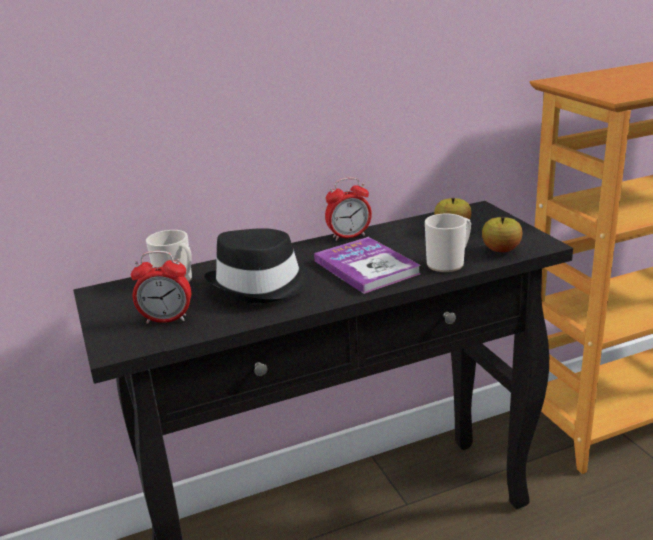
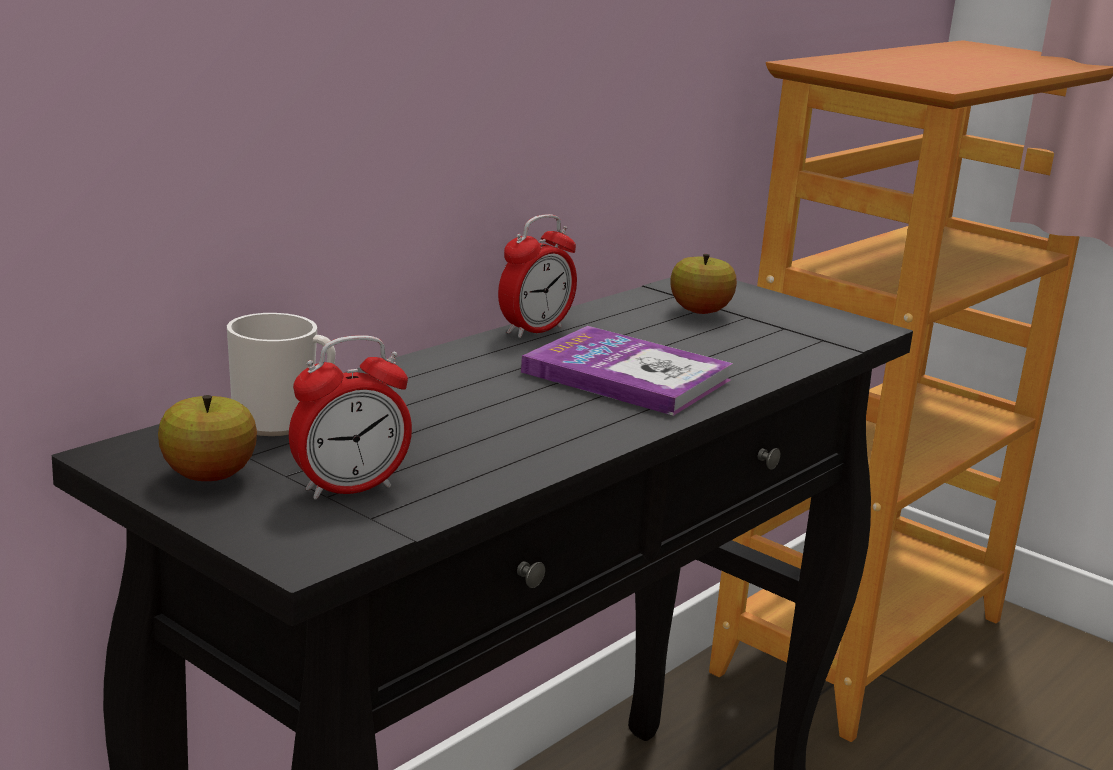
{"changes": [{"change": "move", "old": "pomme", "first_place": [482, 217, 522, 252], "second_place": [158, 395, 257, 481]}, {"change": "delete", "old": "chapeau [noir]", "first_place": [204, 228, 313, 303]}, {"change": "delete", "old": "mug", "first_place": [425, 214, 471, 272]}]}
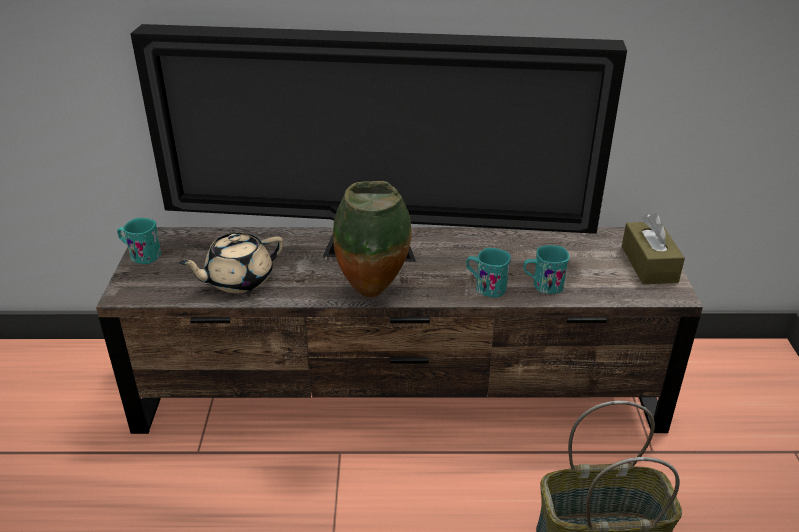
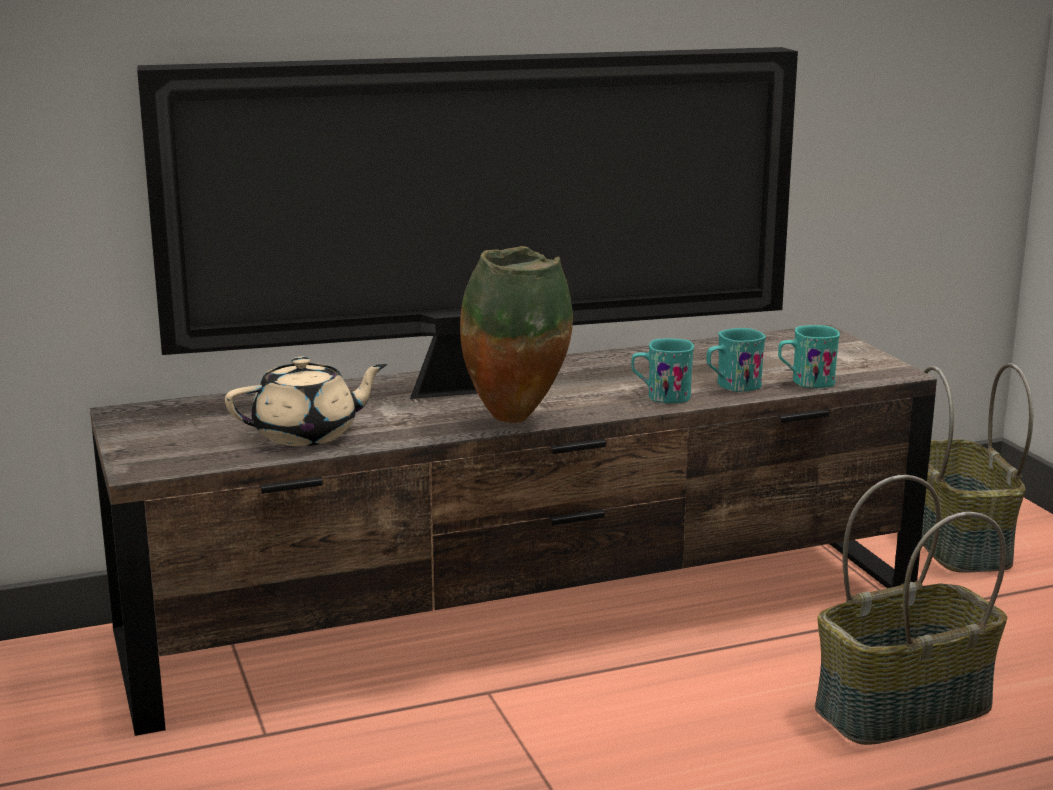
{"changes": [{"change": "rotate", "old": "théière [beige]", "first_place": [179, 233, 284, 293], "second_place": [225, 357, 387, 446], "degrees": -150}, {"change": "move", "old": "mug [turquoise]", "first_place": [117, 218, 161, 264], "second_place": [778, 325, 840, 388]}, {"change": "insert", "new": "panier", "second_place": [921, 363, 1033, 573]}, {"change": "delete", "old": "boîte à mouchoirs [marron]", "first_place": [622, 213, 685, 284]}]}
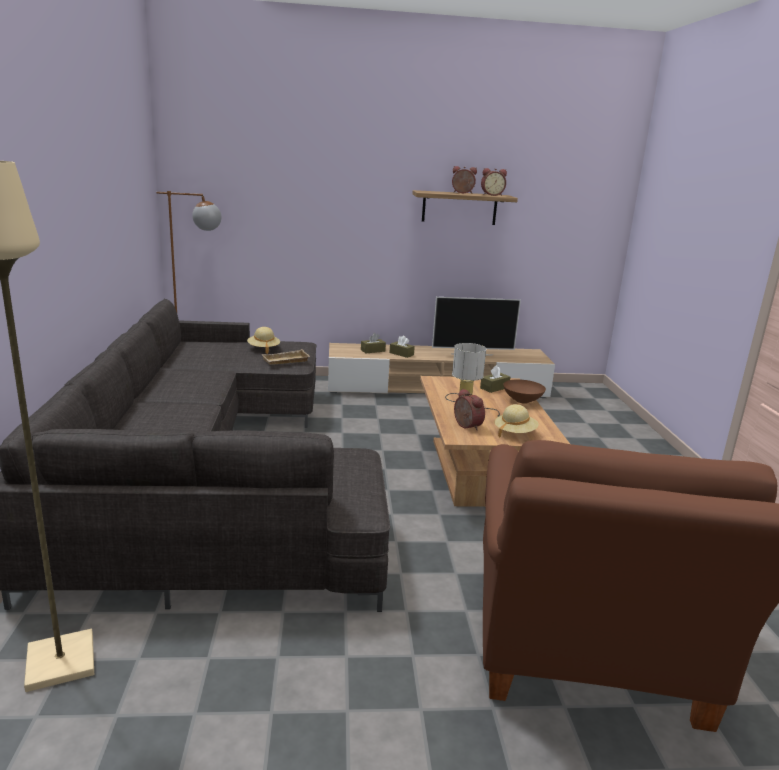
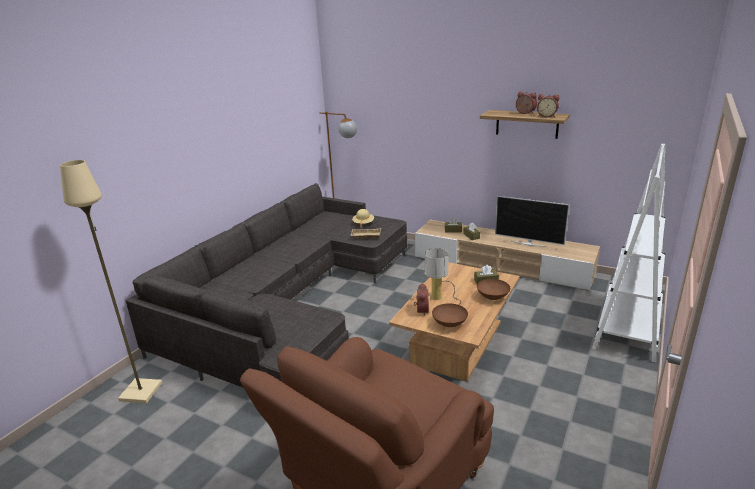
{"changes": [{"change": "replace", "old": "chapeau [beige]", "new": "bol [marron]", "first_place": [494, 404, 539, 437], "second_place": [432, 303, 468, 327]}, {"change": "insert", "new": "bibliothèque [blanc]", "second_place": [592, 144, 666, 362]}]}
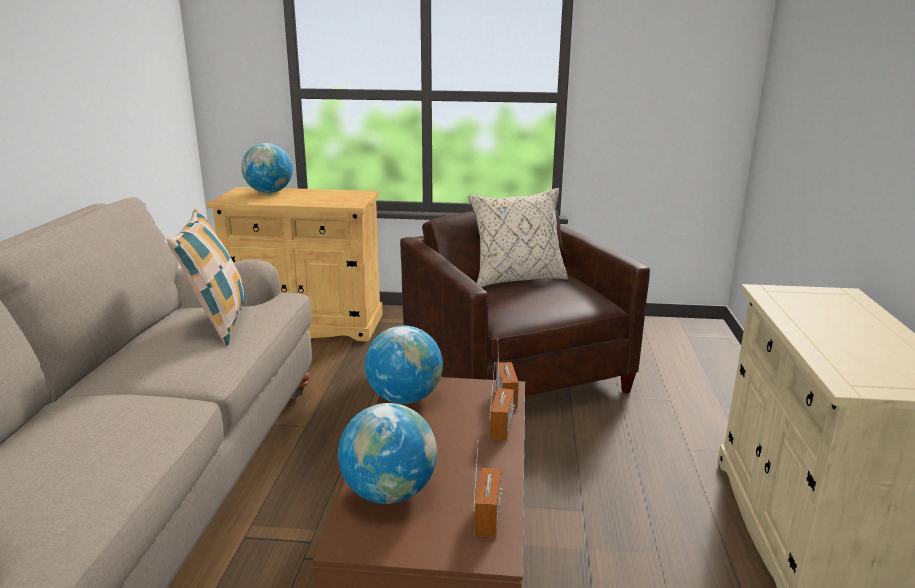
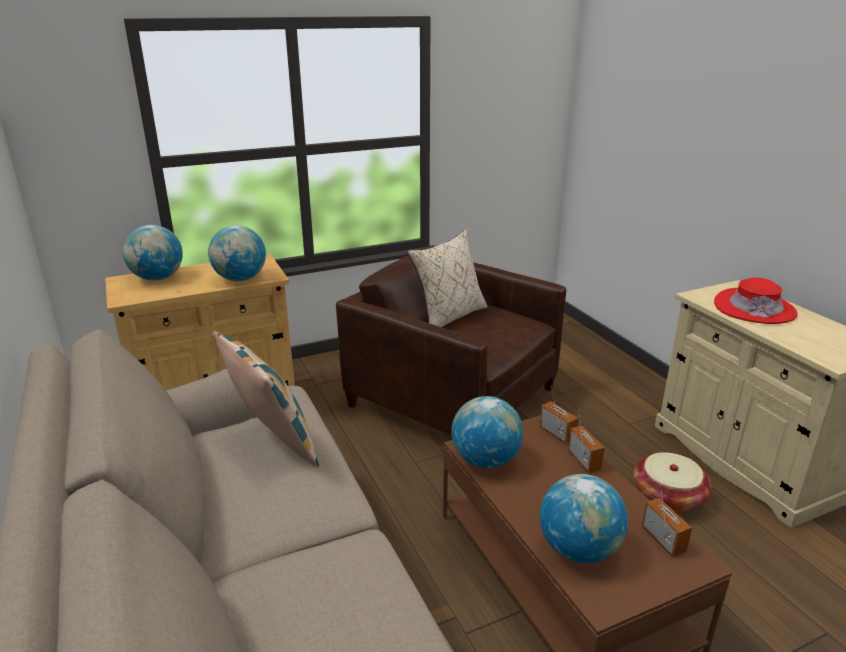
{"changes": [{"change": "insert", "new": "globe", "second_place": [208, 225, 266, 281]}, {"change": "insert", "new": "panier", "second_place": [634, 452, 711, 514]}, {"change": "insert", "new": "chapeau [rouge]", "second_place": [714, 278, 798, 324]}]}
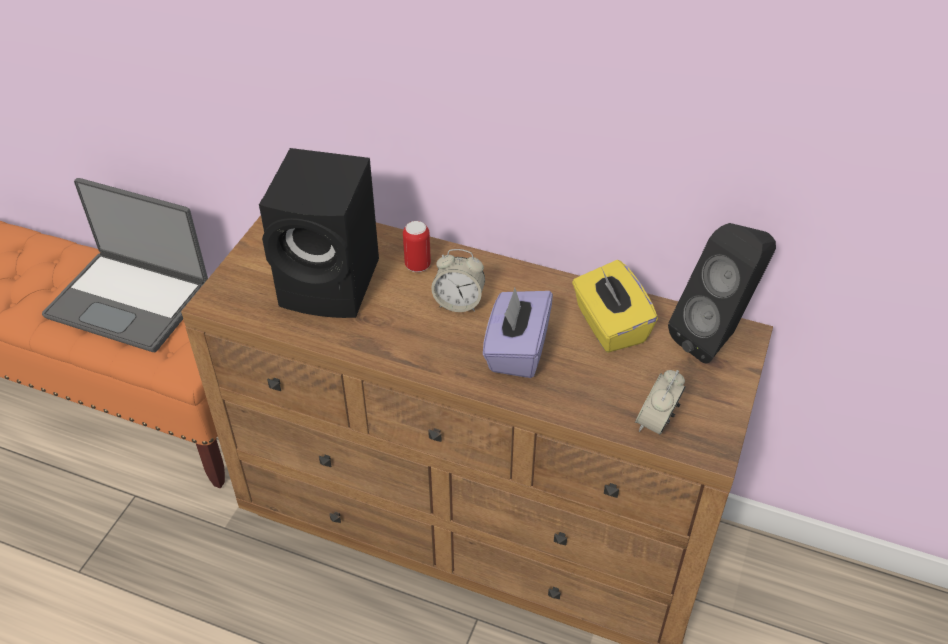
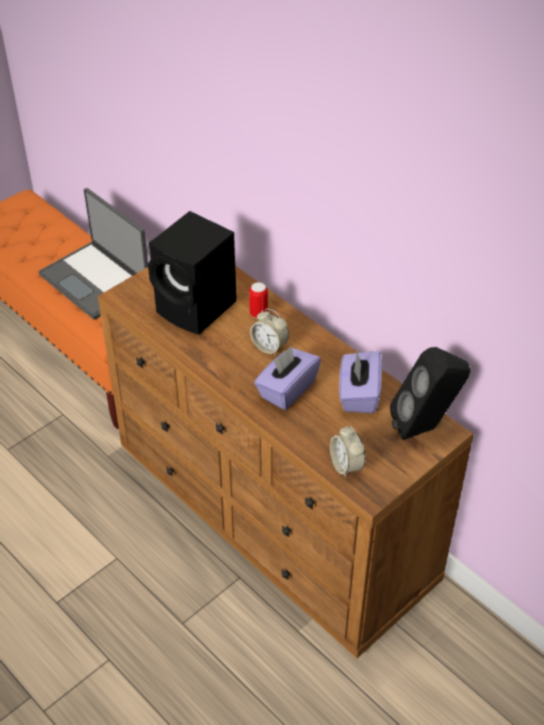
{"changes": [{"change": "rotate", "old": "réveil", "first_place": [635, 370, 686, 435], "second_place": [330, 426, 365, 478], "degrees": -75}, {"change": "recolor", "old": "boîte à mouchoirs [jaune]", "new": "boîte à mouchoirs [violet]", "first_place": [572, 260, 658, 353], "second_place": [339, 351, 382, 413]}]}
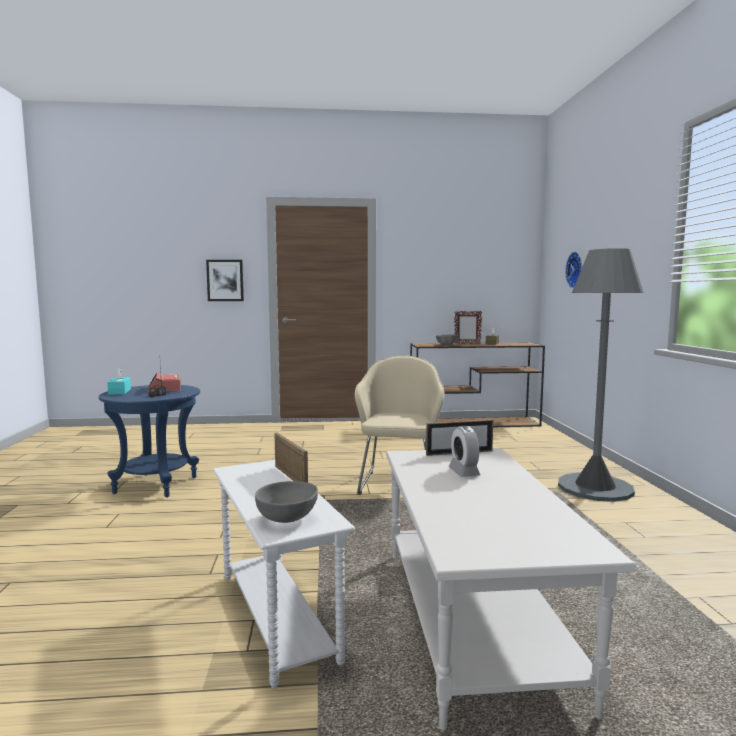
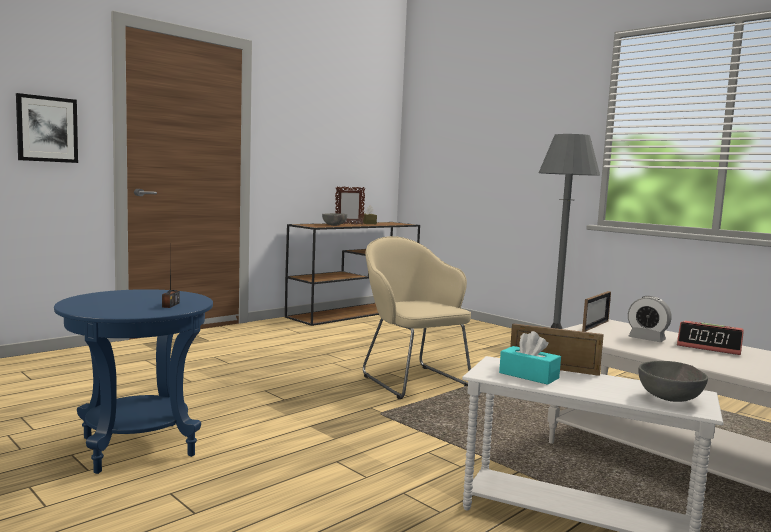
{"changes": [{"change": "move", "old": "boîte à mouchoirs [turquoise]", "first_place": [107, 367, 131, 395], "second_place": [499, 331, 561, 385]}, {"change": "move", "old": "réveil", "first_place": [148, 372, 181, 392], "second_place": [677, 321, 744, 355]}, {"change": "delete", "old": "horloge murale", "first_place": [565, 252, 582, 288]}]}
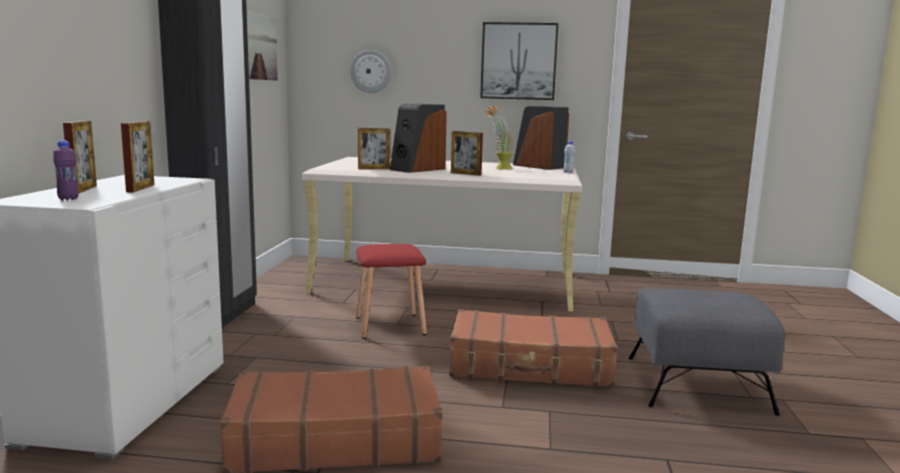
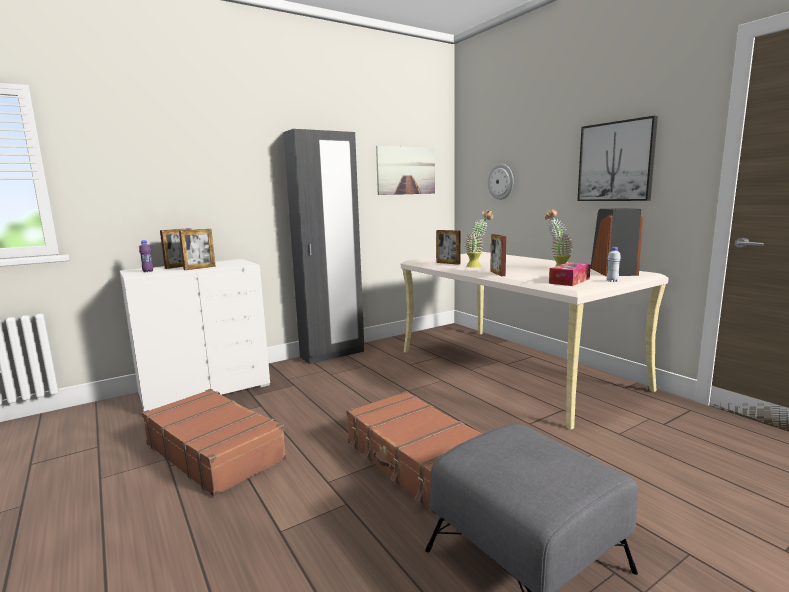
{"changes": [{"change": "replace", "old": "enceinte", "new": "plante en pot", "first_place": [390, 104, 447, 173], "second_place": [465, 210, 493, 268]}, {"change": "insert", "new": "boîte à mouchoirs", "second_place": [549, 263, 591, 286]}, {"change": "delete", "old": "tabouret [rouge]", "first_place": [356, 244, 427, 339]}]}
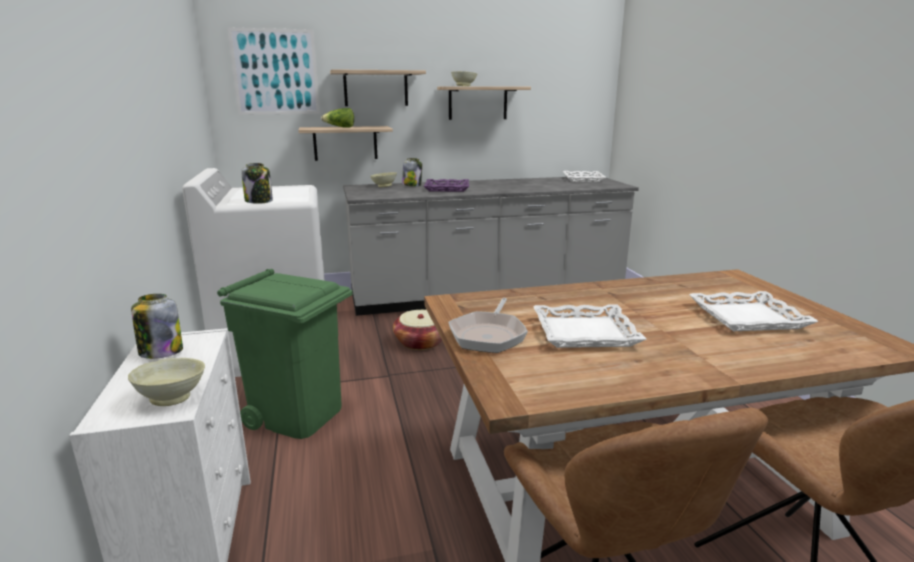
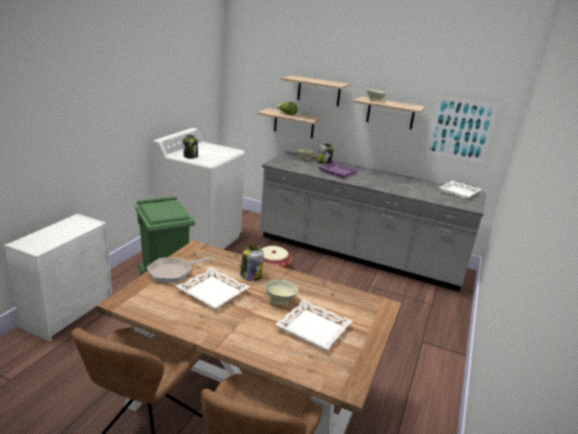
{"changes": [{"change": "move", "old": "bocal", "first_place": [131, 294, 183, 359], "second_place": [240, 245, 264, 281]}, {"change": "move", "old": "bol [beige]", "first_place": [128, 358, 205, 406], "second_place": [265, 279, 298, 305]}, {"change": "move", "old": "tableau", "first_place": [227, 27, 320, 115], "second_place": [425, 96, 500, 164]}]}
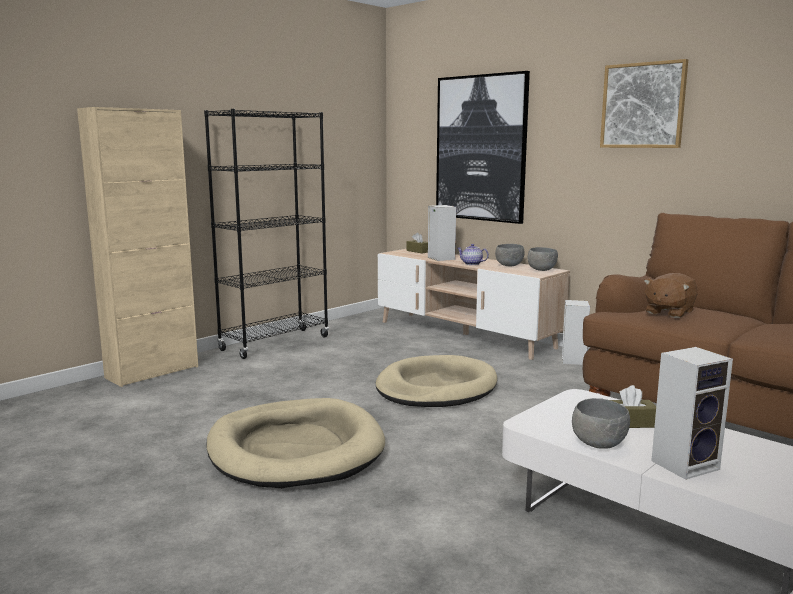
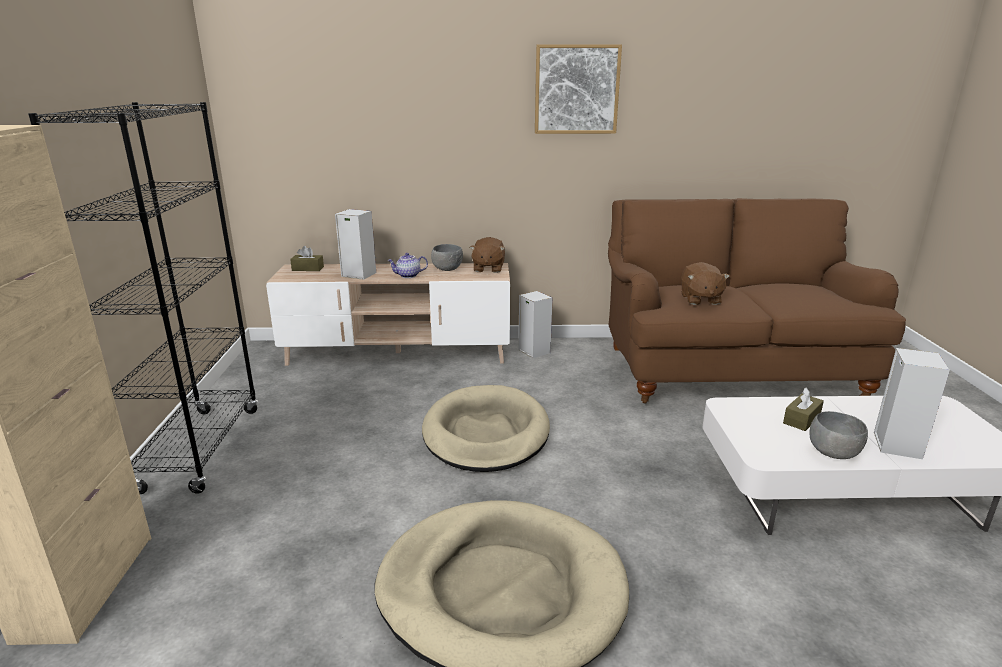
{"changes": [{"change": "replace", "old": "bol [gris]", "new": "peluche [marron]", "first_place": [528, 247, 558, 271], "second_place": [469, 237, 505, 273]}, {"change": "delete", "old": "tableau", "first_place": [436, 71, 530, 224]}]}
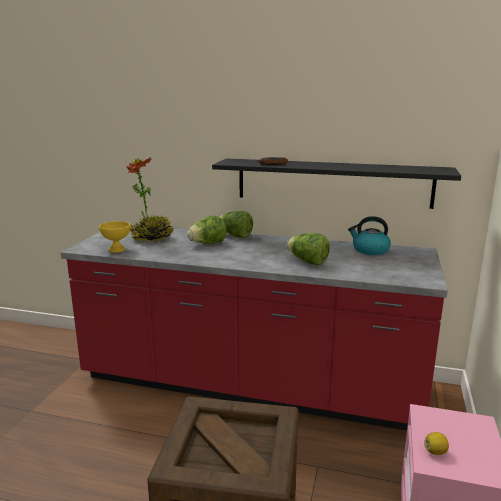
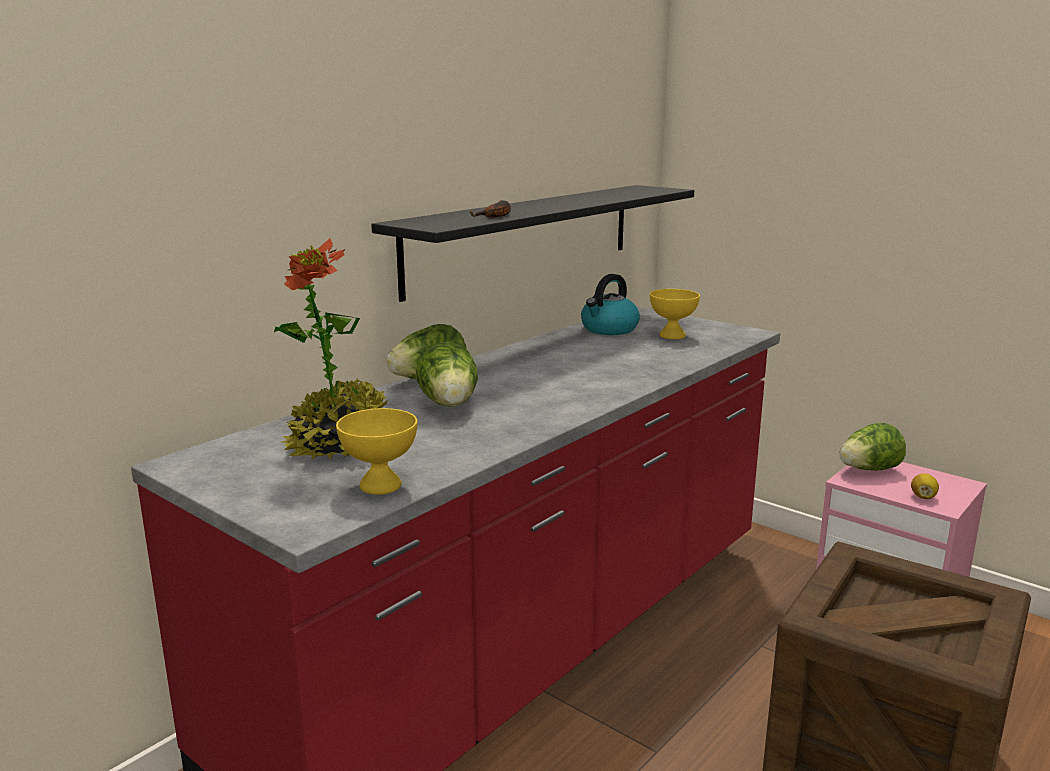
{"changes": [{"change": "insert", "new": "bol [jaune]", "second_place": [650, 289, 700, 339]}, {"change": "move", "old": "laitue", "first_place": [287, 233, 330, 266], "second_place": [840, 423, 906, 471]}]}
